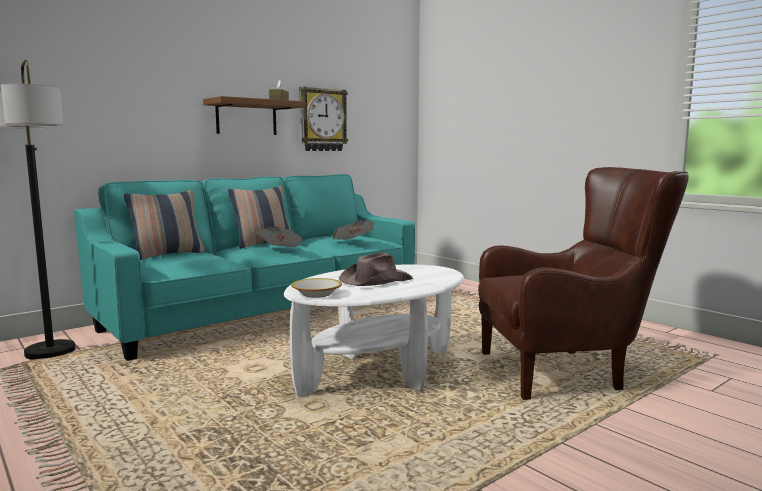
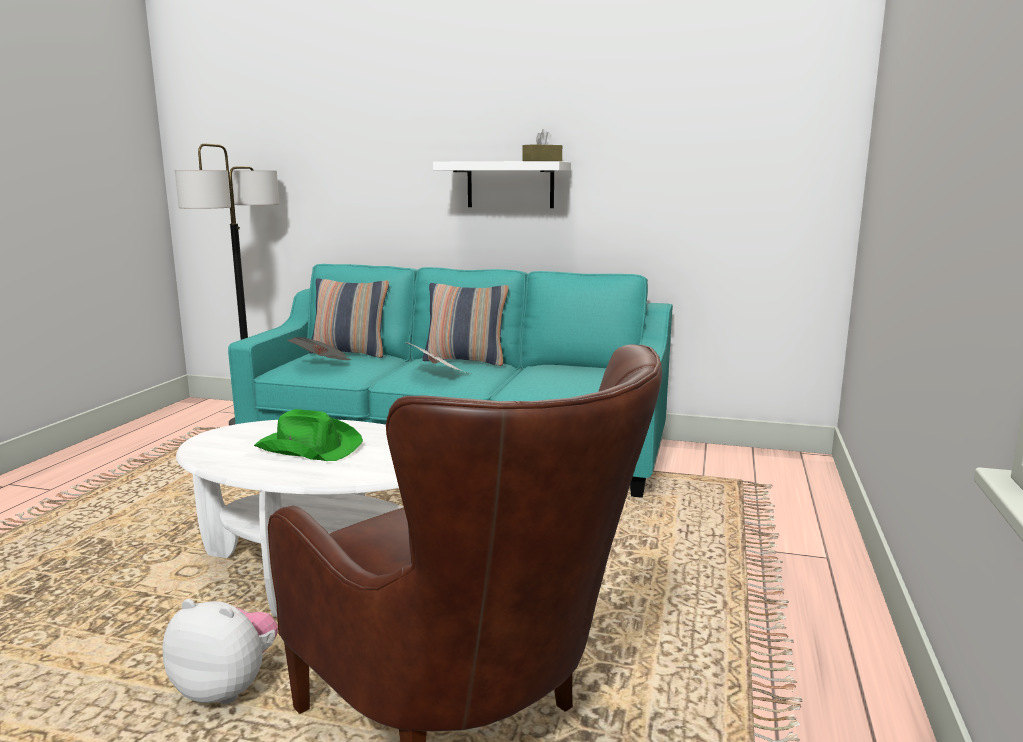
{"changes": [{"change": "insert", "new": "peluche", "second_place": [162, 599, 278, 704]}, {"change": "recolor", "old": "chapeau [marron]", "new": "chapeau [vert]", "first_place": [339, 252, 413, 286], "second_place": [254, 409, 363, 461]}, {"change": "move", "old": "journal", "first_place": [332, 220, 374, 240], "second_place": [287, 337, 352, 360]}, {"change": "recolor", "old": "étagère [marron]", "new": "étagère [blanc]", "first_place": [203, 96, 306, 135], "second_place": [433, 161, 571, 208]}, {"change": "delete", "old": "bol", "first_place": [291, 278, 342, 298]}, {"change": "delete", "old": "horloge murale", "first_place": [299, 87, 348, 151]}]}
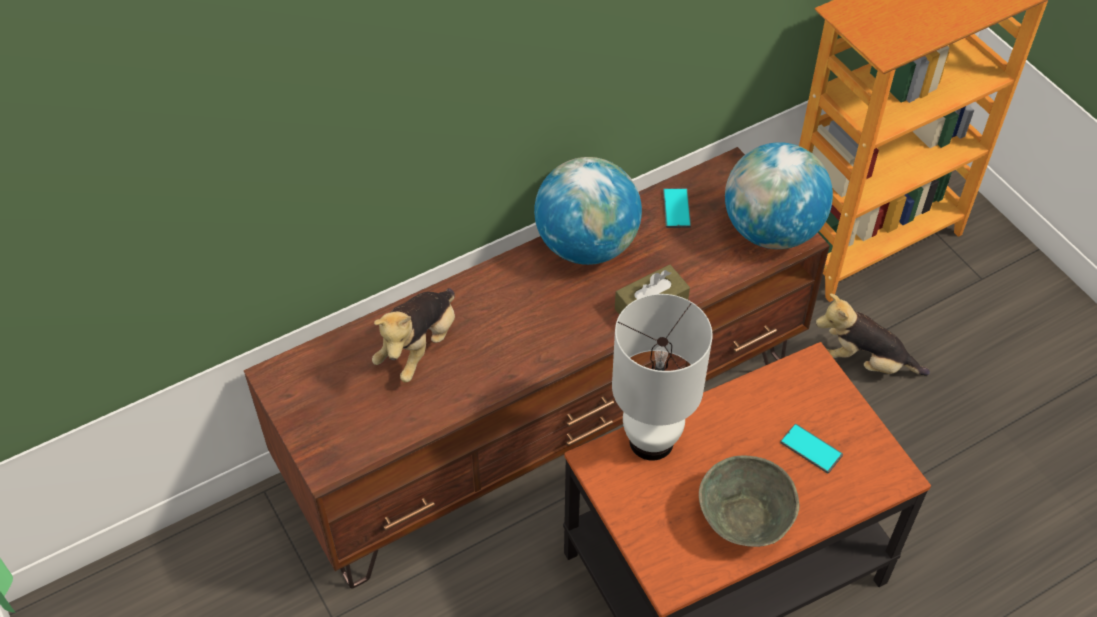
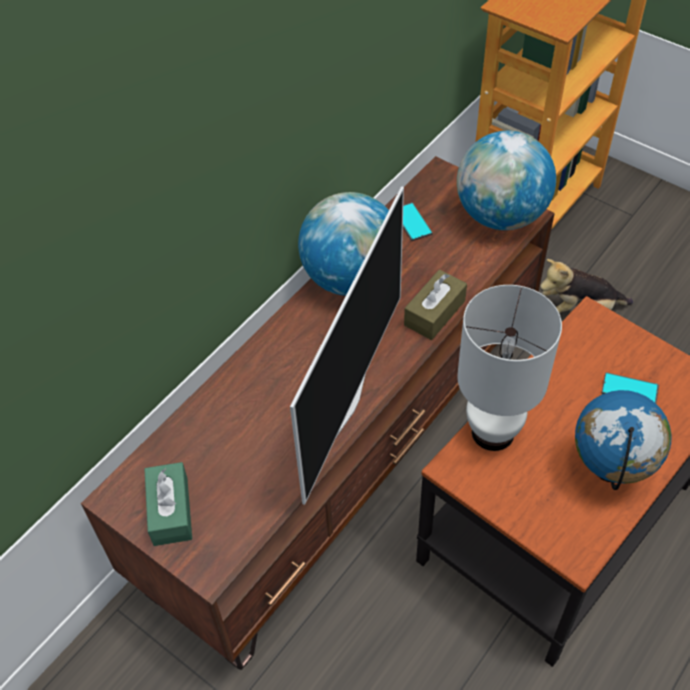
{"changes": [{"change": "insert", "new": "boîte à mouchoirs [vert]", "second_place": [144, 462, 192, 546]}, {"change": "insert", "new": "téléviseur", "second_place": [290, 186, 404, 505]}, {"change": "replace", "old": "bol [gris]", "new": "globe", "first_place": [699, 456, 800, 547], "second_place": [575, 390, 671, 490]}, {"change": "delete", "old": "peluche", "first_place": [372, 288, 455, 382]}]}
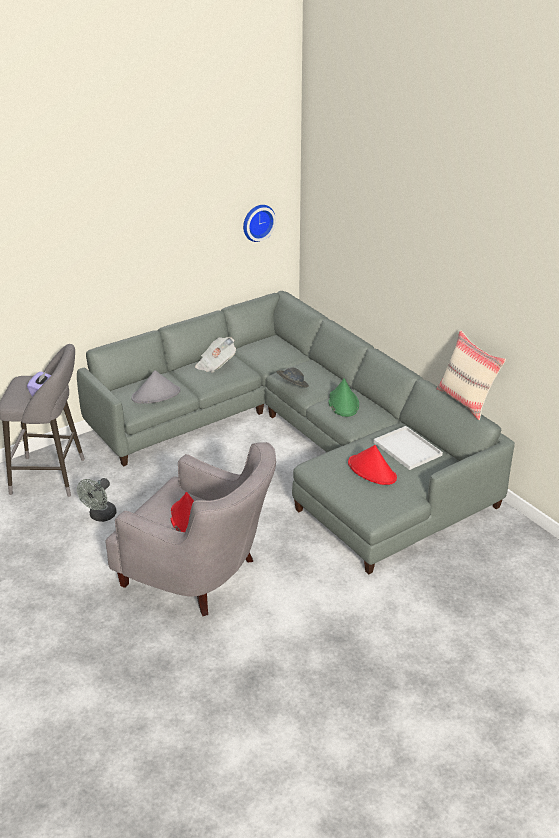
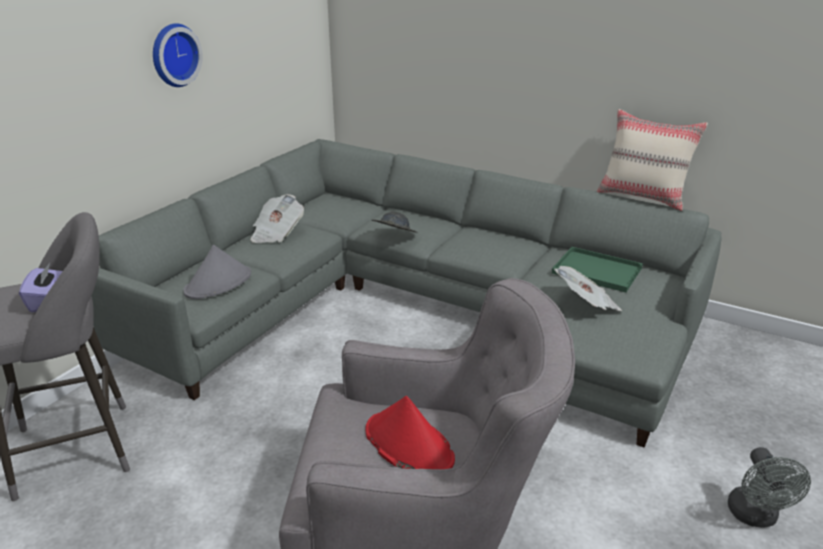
{"changes": [{"change": "move", "old": "horloge murale", "first_place": [243, 205, 276, 242], "second_place": [153, 23, 203, 87]}, {"change": "recolor", "old": "plateau [blanc]", "new": "plateau [vert]", "first_place": [373, 426, 443, 470], "second_place": [552, 247, 643, 292]}, {"change": "replace", "old": "chapeau [rouge]", "new": "journal", "first_place": [348, 445, 397, 485], "second_place": [554, 266, 622, 311]}, {"change": "move", "old": "ventilateur [gris]", "first_place": [77, 478, 116, 522], "second_place": [728, 447, 811, 528]}, {"change": "delete", "old": "chapeau [vert]", "first_place": [328, 378, 359, 417]}]}
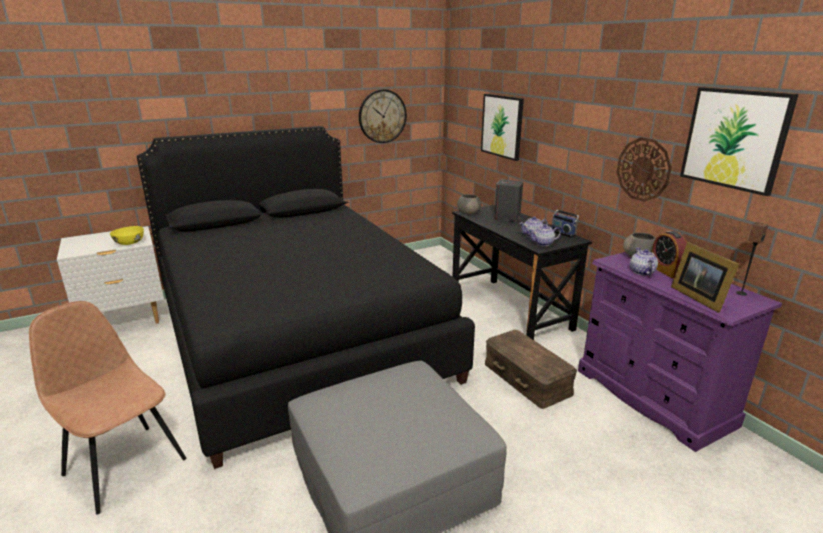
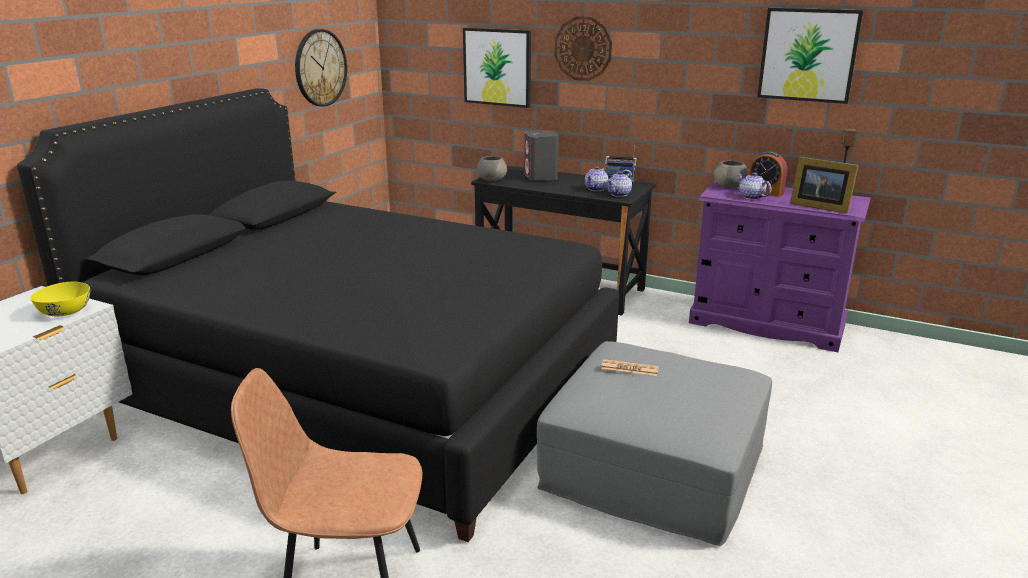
{"changes": [{"change": "move", "old": "horloge murale", "first_place": [617, 137, 672, 202], "second_place": [554, 16, 612, 81]}, {"change": "insert", "new": "journal", "second_place": [601, 359, 659, 376]}, {"change": "delete", "old": "boîte de rangement [marron]", "first_place": [485, 330, 577, 409]}]}
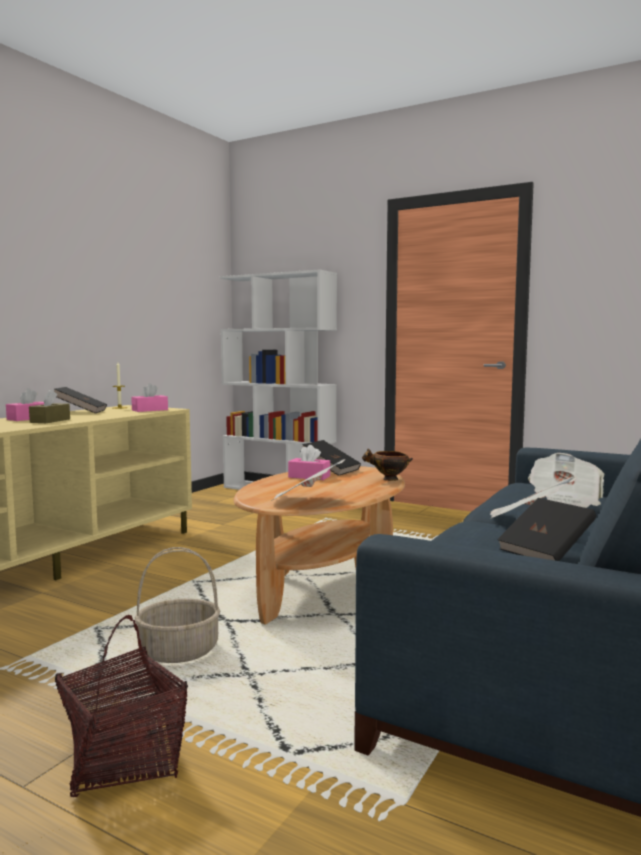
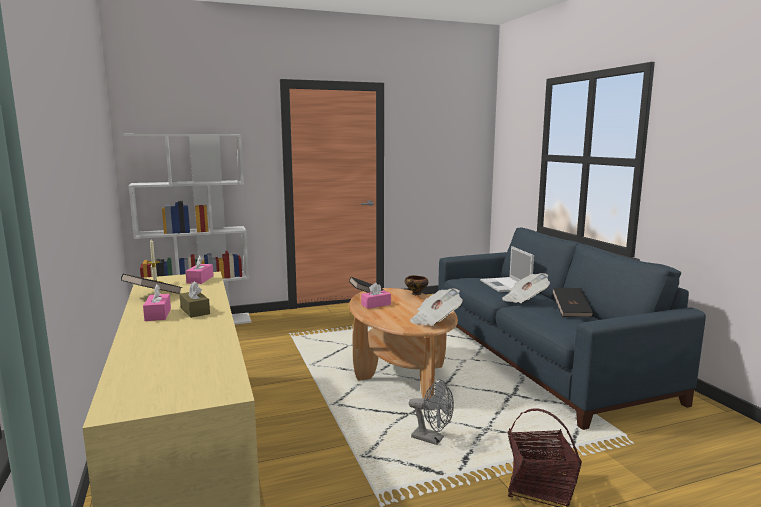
{"changes": [{"change": "replace", "old": "panier", "new": "ventilateur [gris]", "first_place": [135, 547, 220, 663], "second_place": [408, 379, 454, 445]}, {"change": "replace", "old": "journal", "new": "ordinateur portable", "first_place": [528, 453, 604, 508], "second_place": [480, 246, 534, 292]}]}
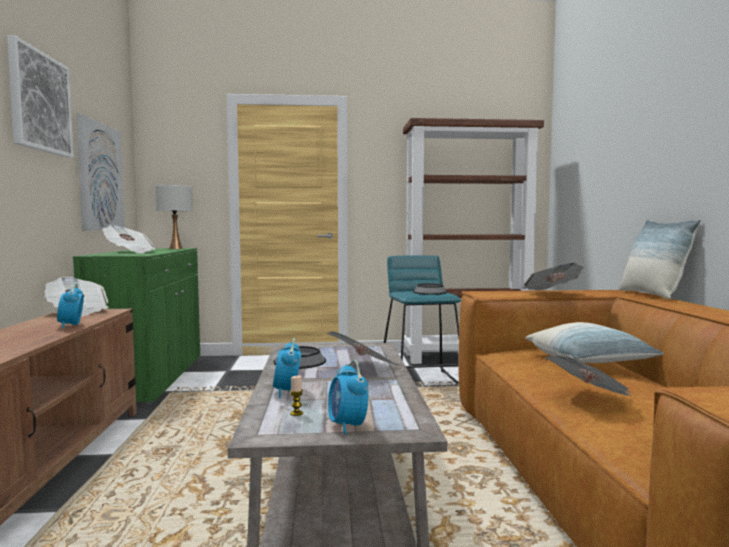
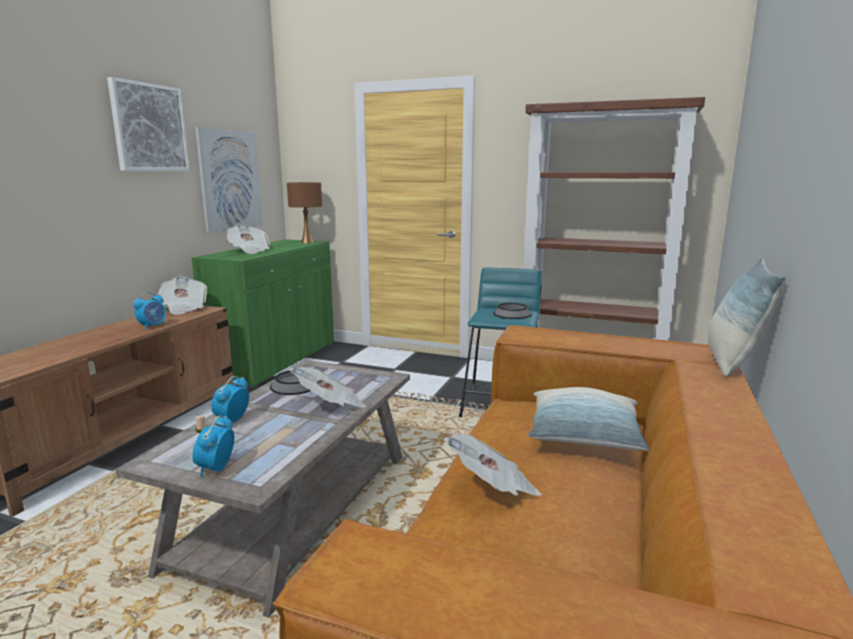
{"changes": [{"change": "rotate", "old": "réveil", "first_place": [57, 283, 84, 329], "second_place": [133, 292, 166, 330], "degrees": -150}, {"change": "recolor", "old": "lampe de table [blanc]", "new": "lampe de table [marron]", "first_place": [155, 185, 193, 249], "second_place": [287, 182, 322, 243]}, {"change": "delete", "old": "journal", "first_place": [523, 263, 584, 290]}]}
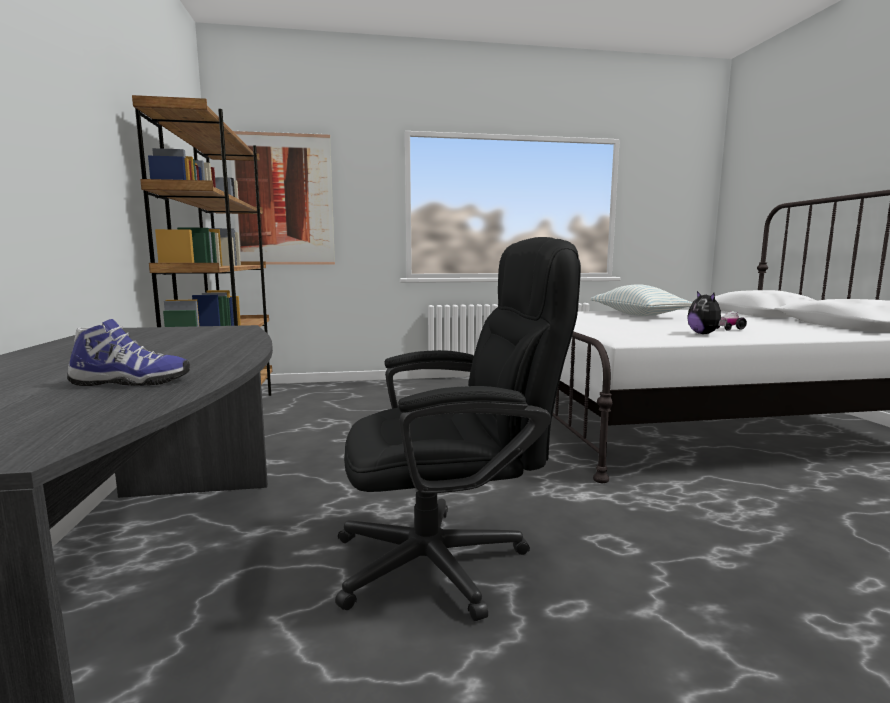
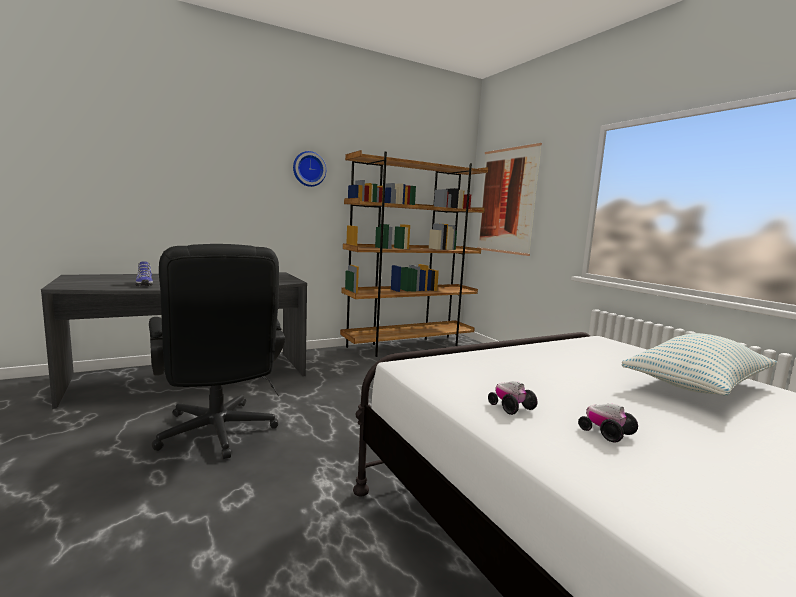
{"changes": [{"change": "insert", "new": "horloge murale", "second_place": [293, 151, 326, 187]}, {"change": "replace", "old": "peluche", "new": "petite voiture", "first_place": [687, 291, 727, 334], "second_place": [488, 381, 537, 415]}]}
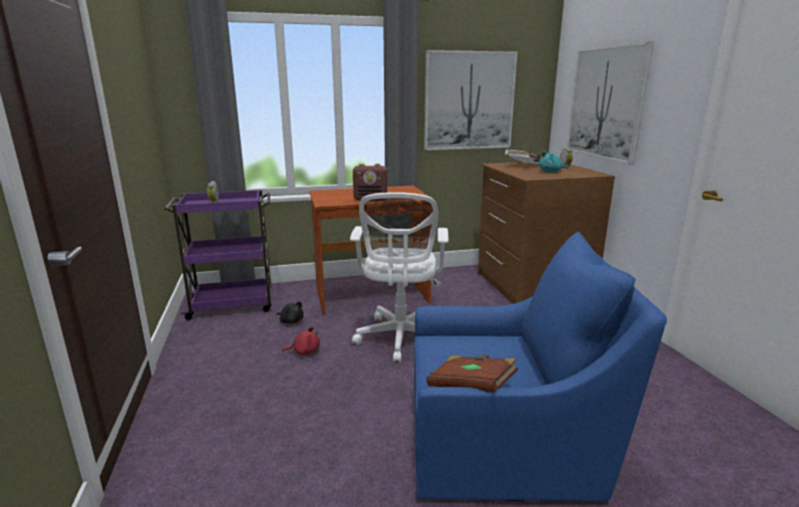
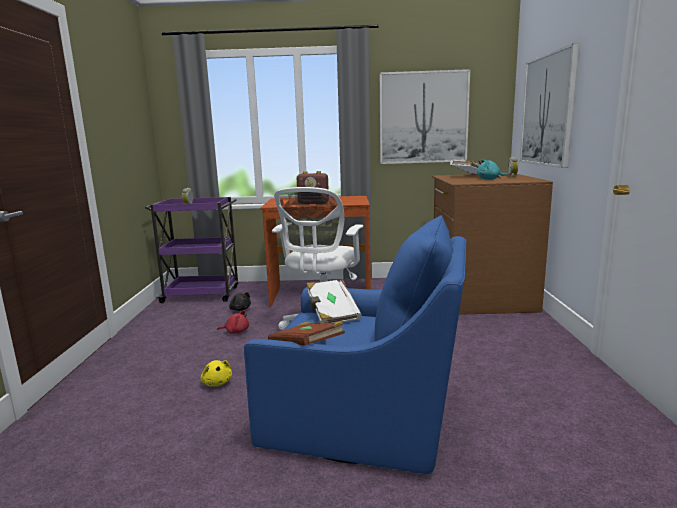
{"changes": [{"change": "insert", "new": "peluche [jaune]", "second_place": [200, 360, 232, 387]}, {"change": "insert", "new": "livre [blanc]", "second_place": [307, 279, 362, 323]}]}
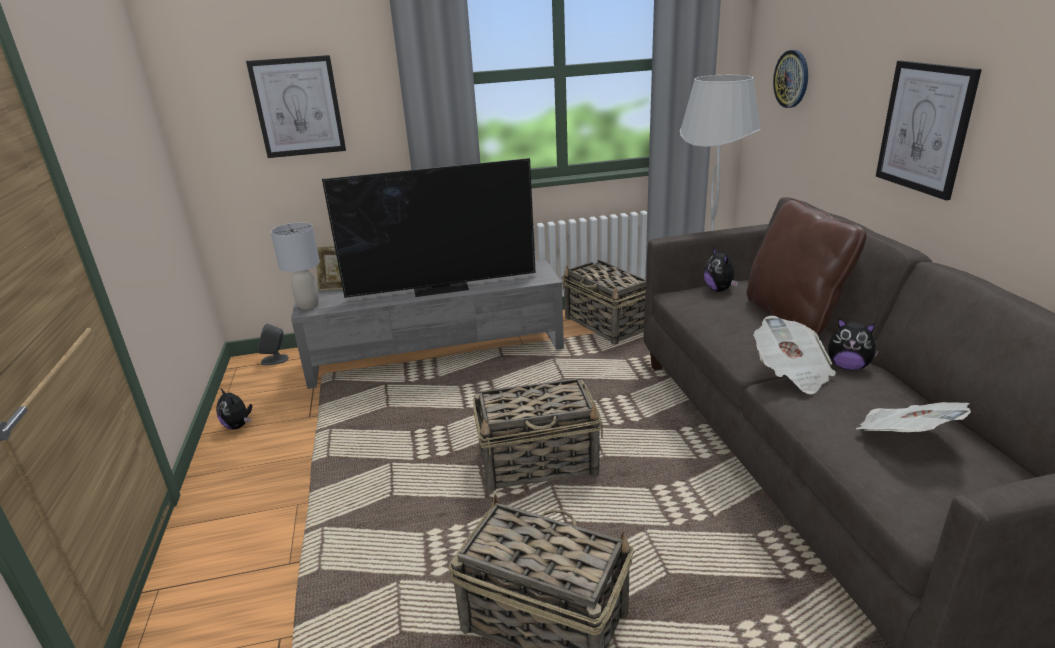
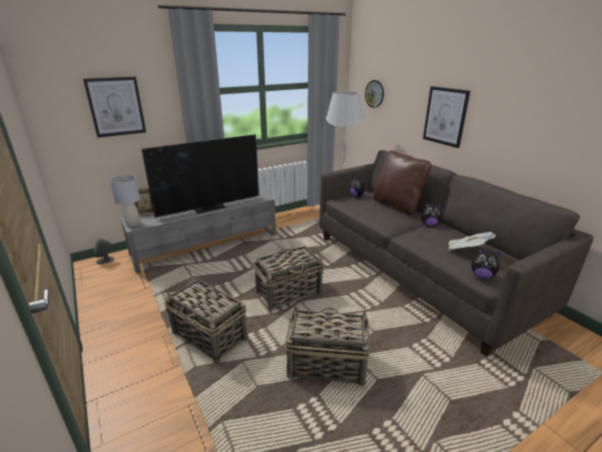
{"changes": [{"change": "move", "old": "panier", "first_place": [561, 260, 646, 345], "second_place": [164, 279, 247, 363]}, {"change": "move", "old": "peluche", "first_place": [216, 388, 252, 429], "second_place": [471, 248, 501, 278]}, {"change": "delete", "old": "journal", "first_place": [754, 316, 836, 395]}]}
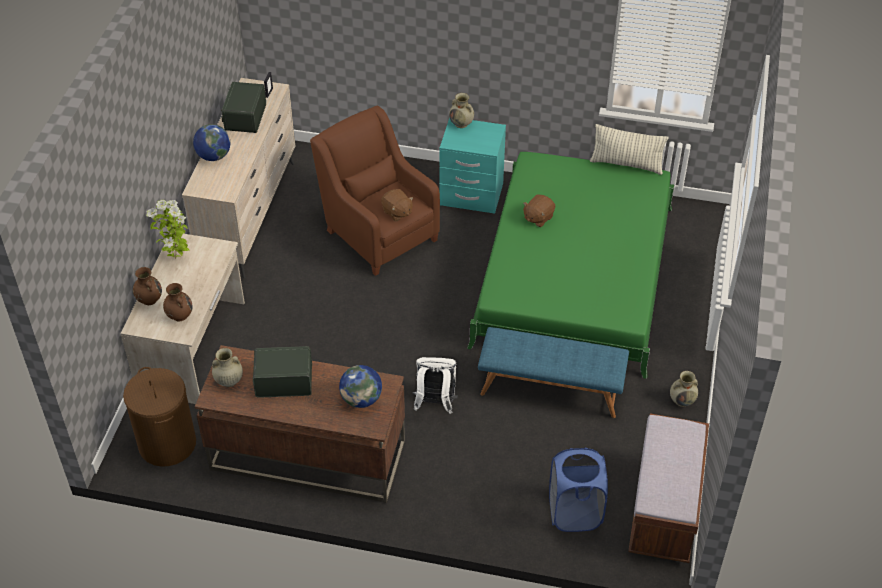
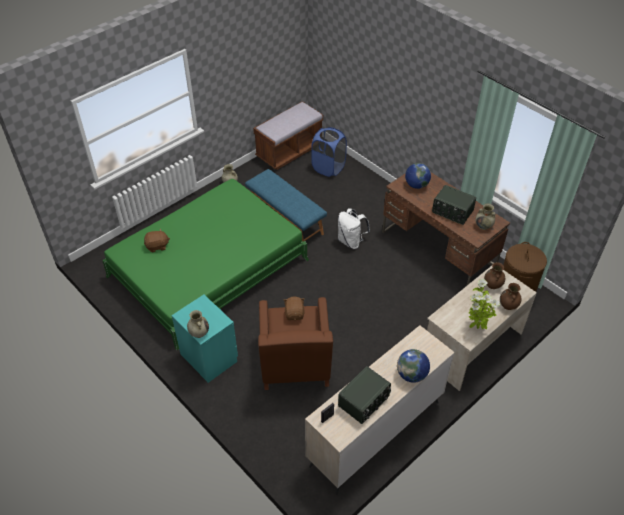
{"changes": [{"change": "move", "old": "peluche [marron]", "first_place": [523, 194, 555, 227], "second_place": [144, 229, 170, 252]}, {"change": "delete", "old": "coussin", "first_place": [590, 124, 669, 175]}]}
